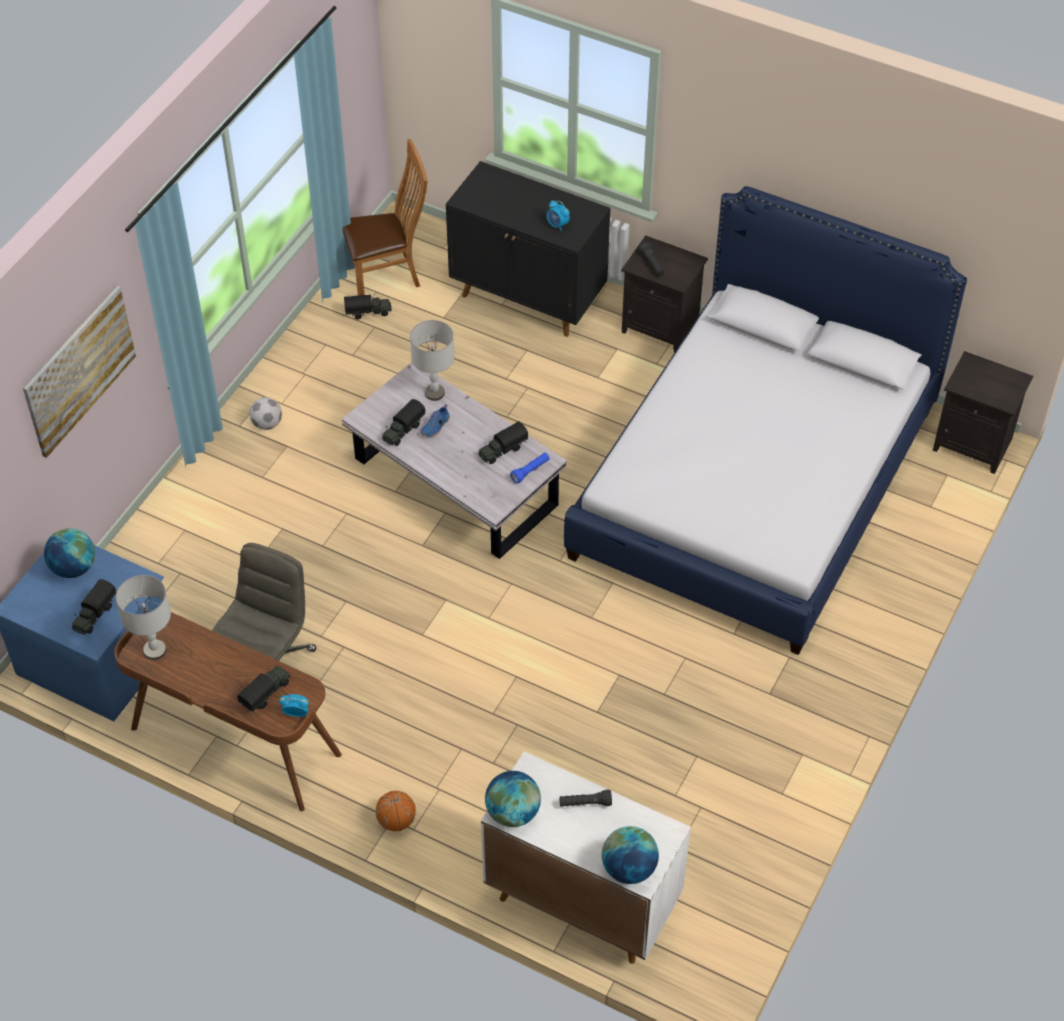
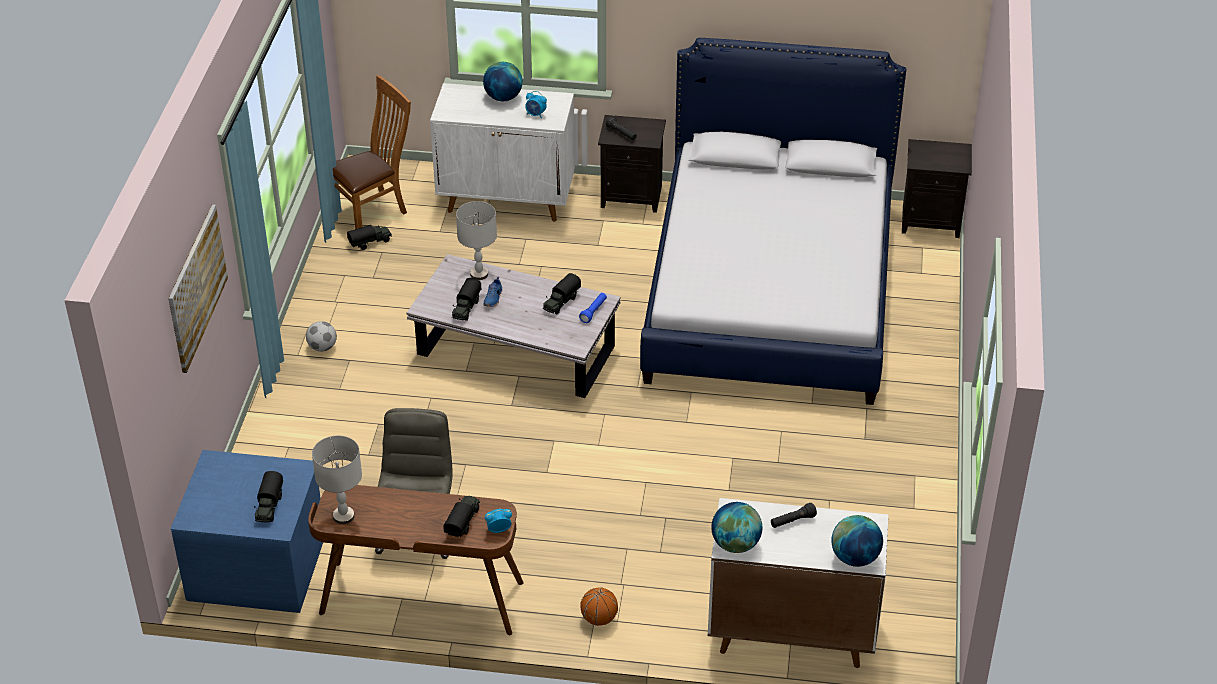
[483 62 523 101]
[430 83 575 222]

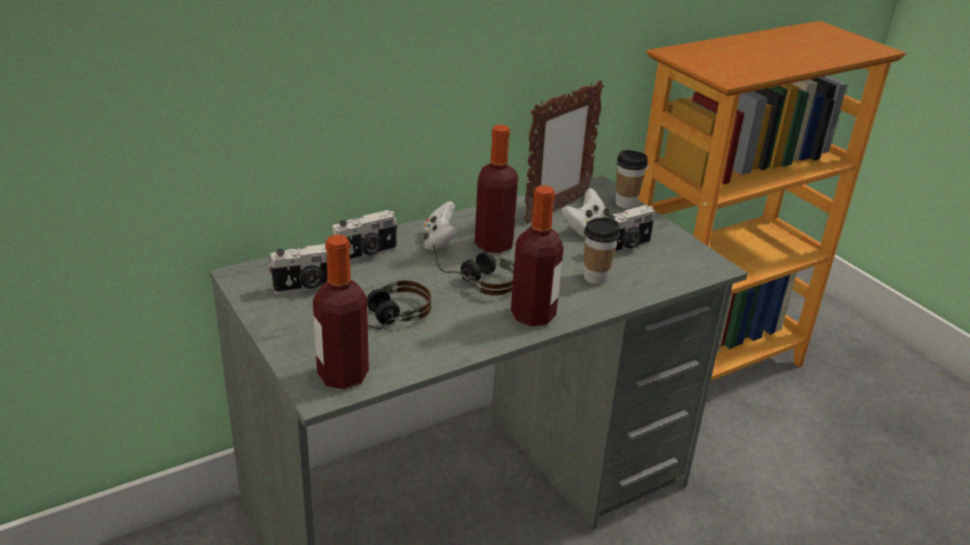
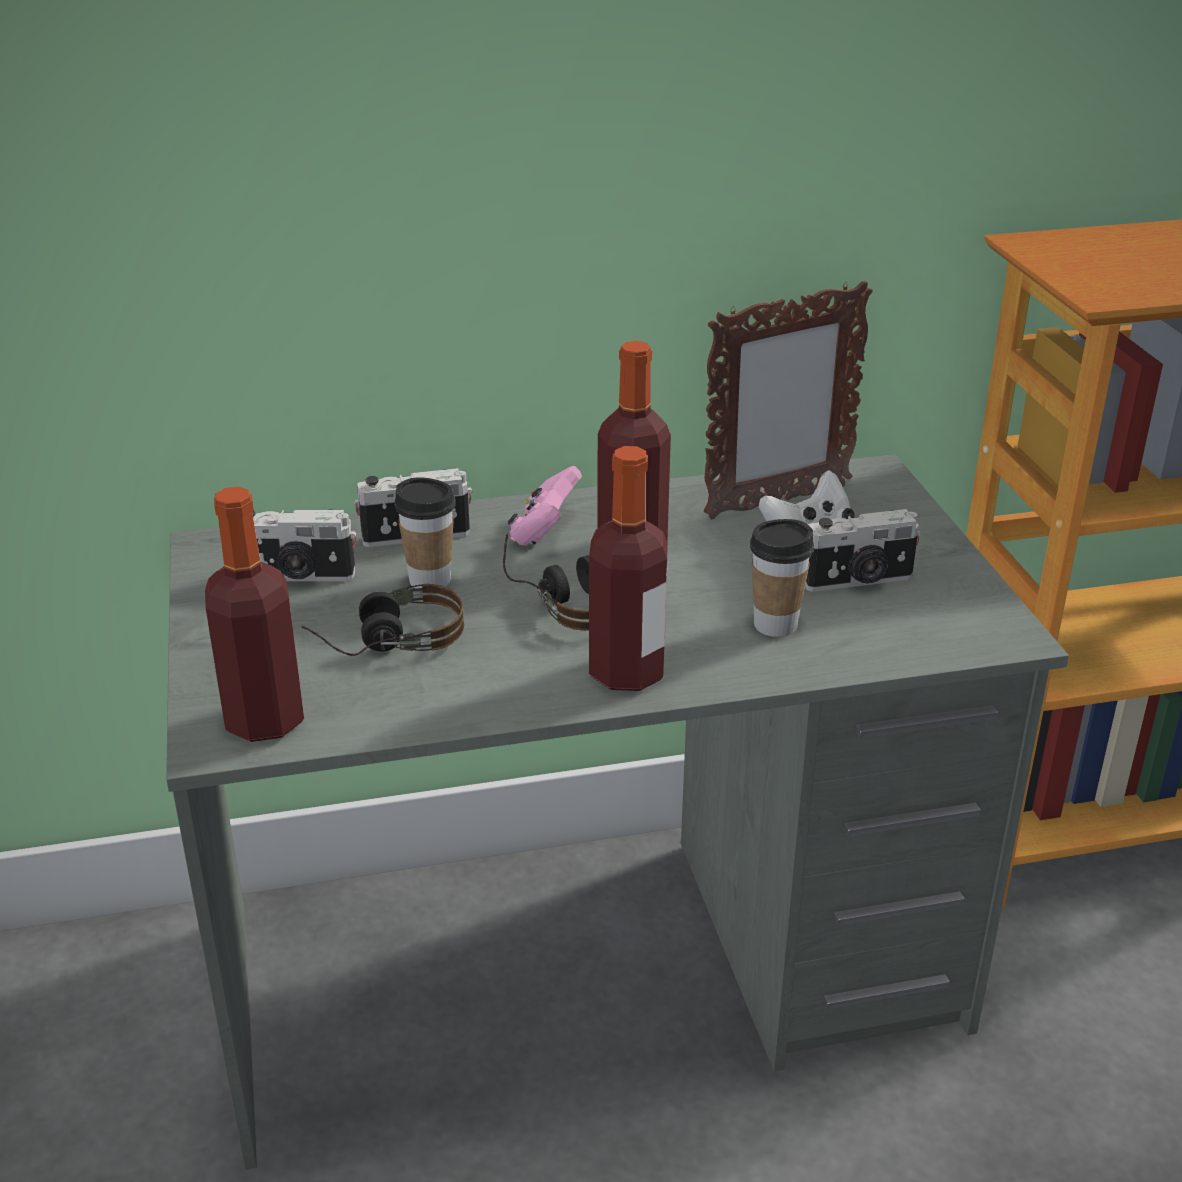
[508 466 582 545]
[395 478 455 589]

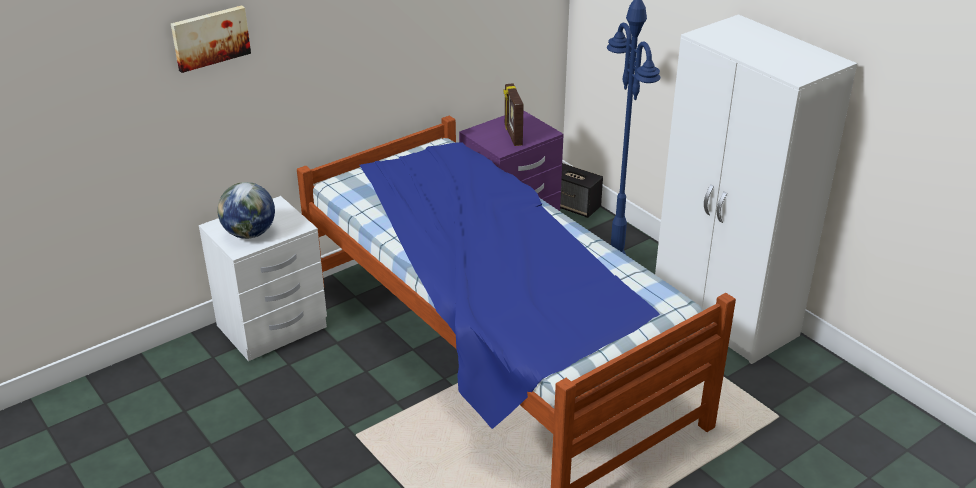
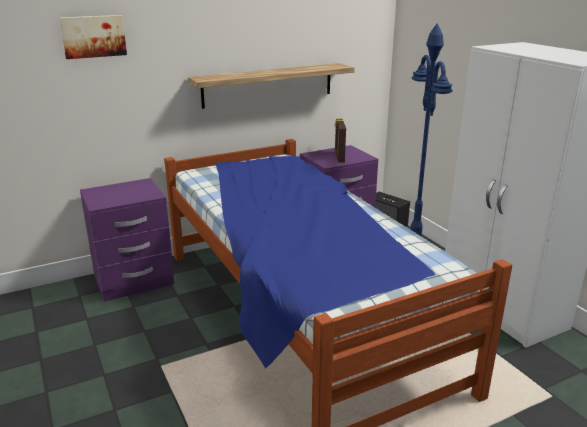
[80 178 174 301]
[218 182 275 239] (first image)
[188 63 355 109]

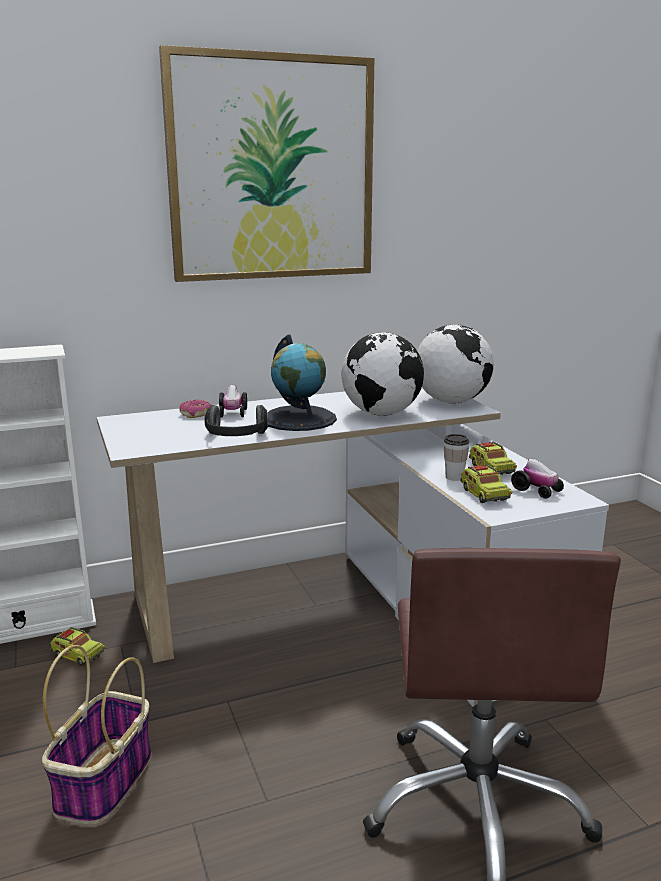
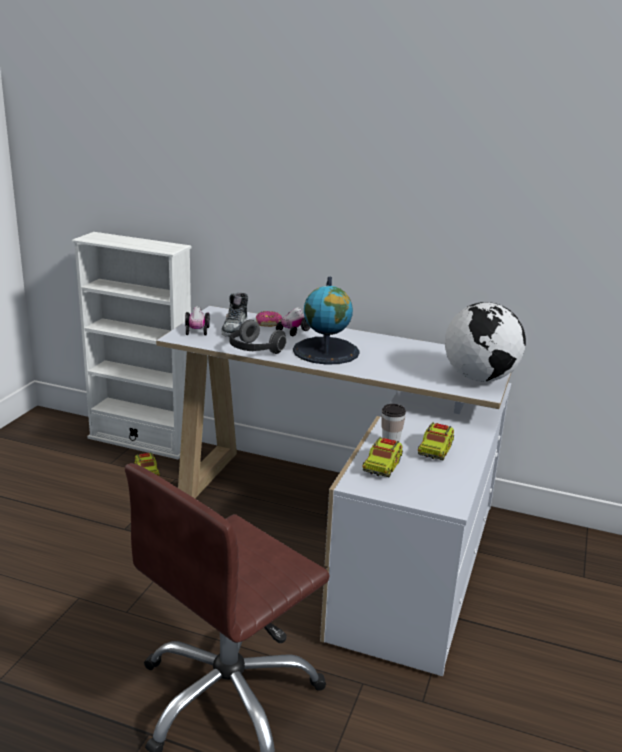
[42 645 152 824] (first image)
[159 45 374 282] (first image)
[341 332 424 416] (first image)
[185 306 210 336]
[221 293 248 337]

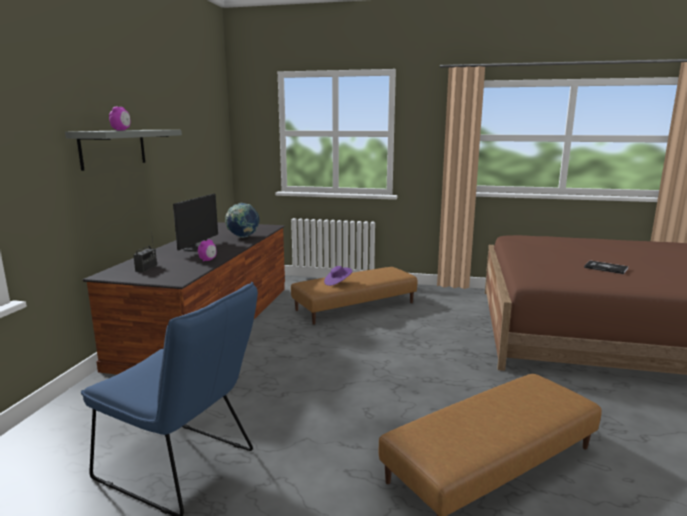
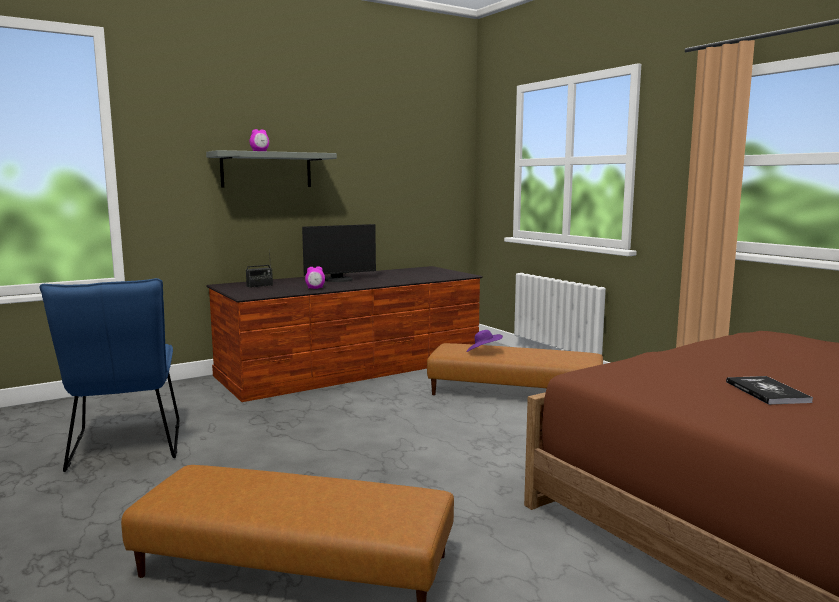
[225 203 259 238] (first image)

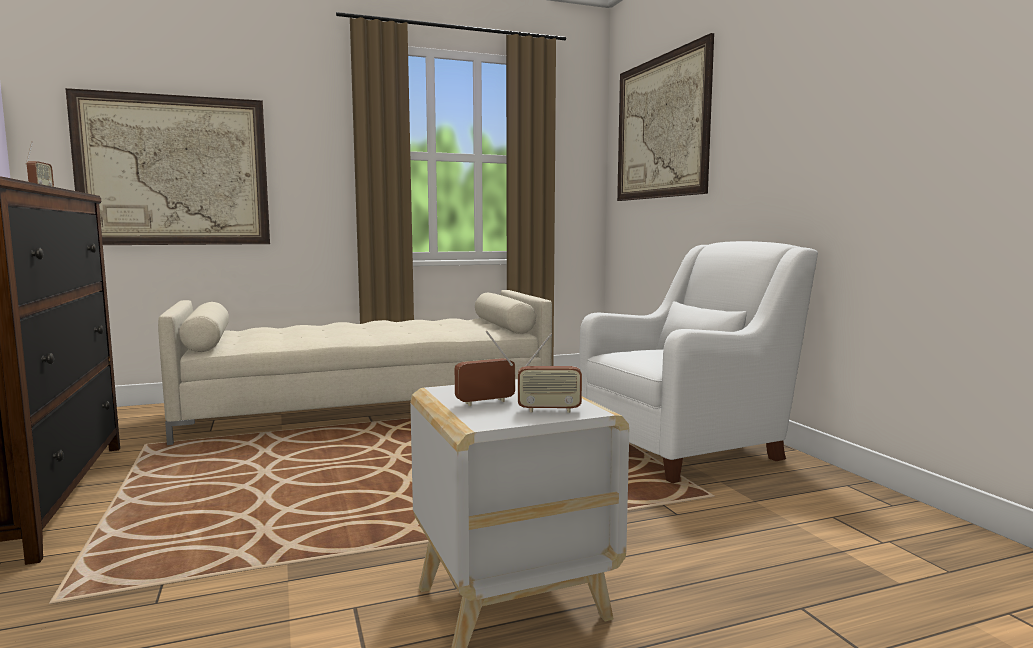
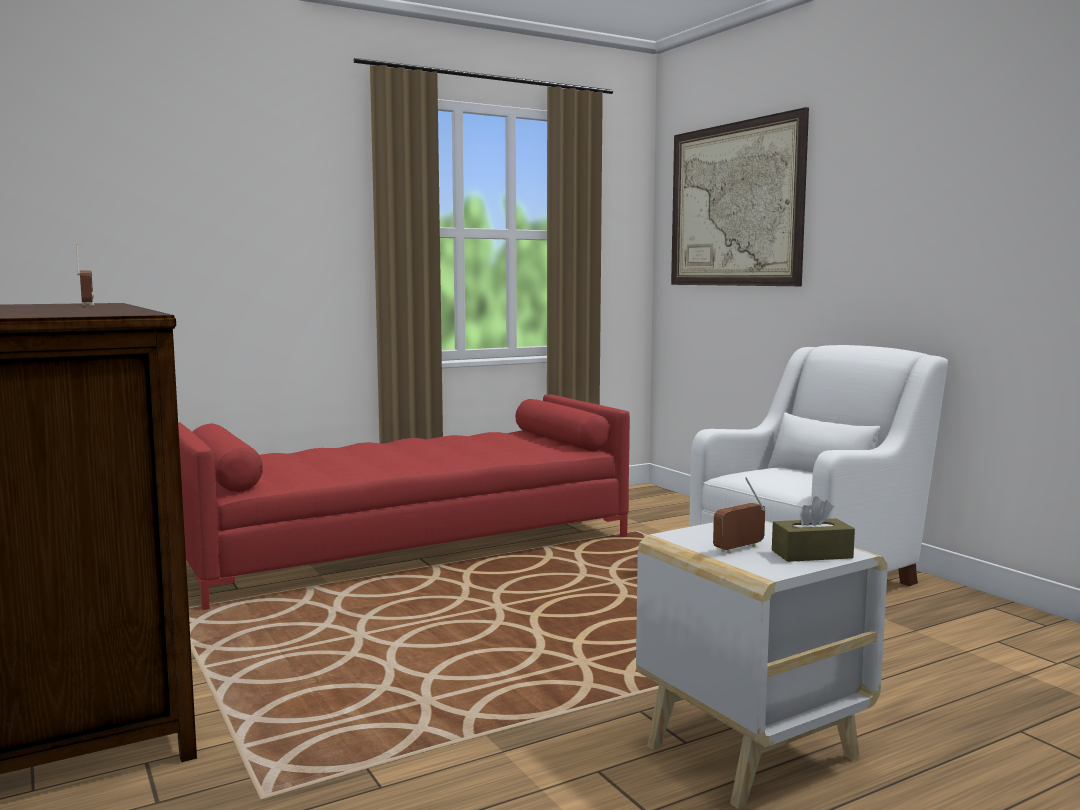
[65 88 270 245] (first image)
[178 394 630 610]
[772 496 855 562]

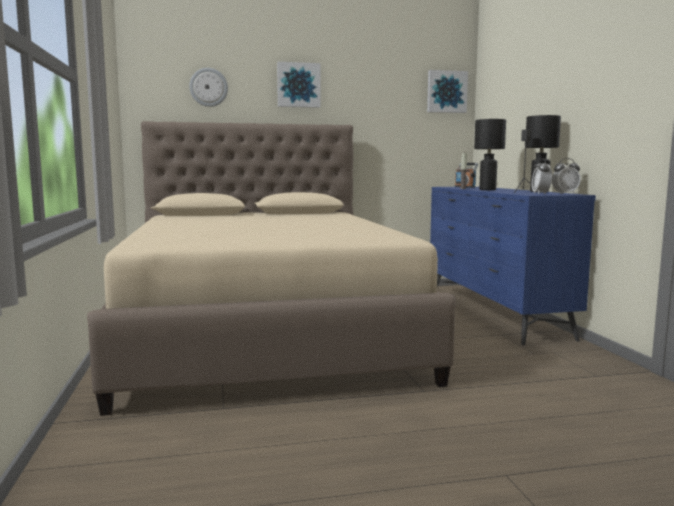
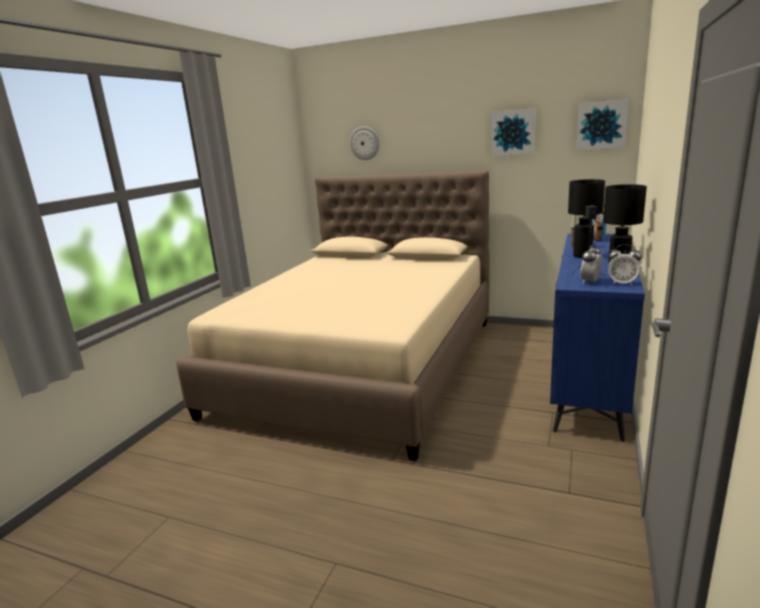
[491 109 536 156]

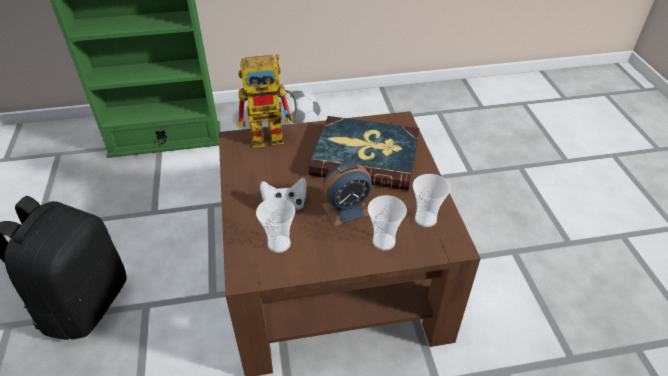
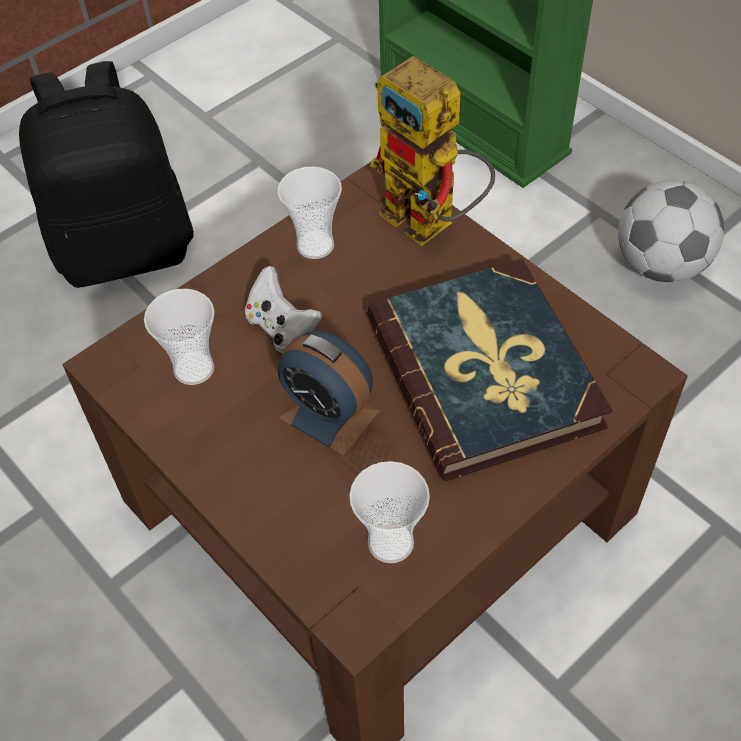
[278 166 342 259]

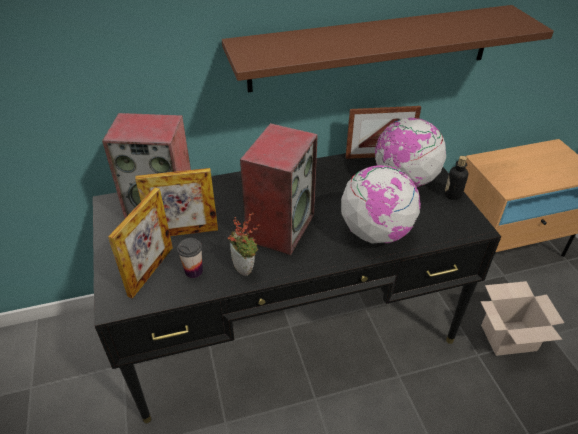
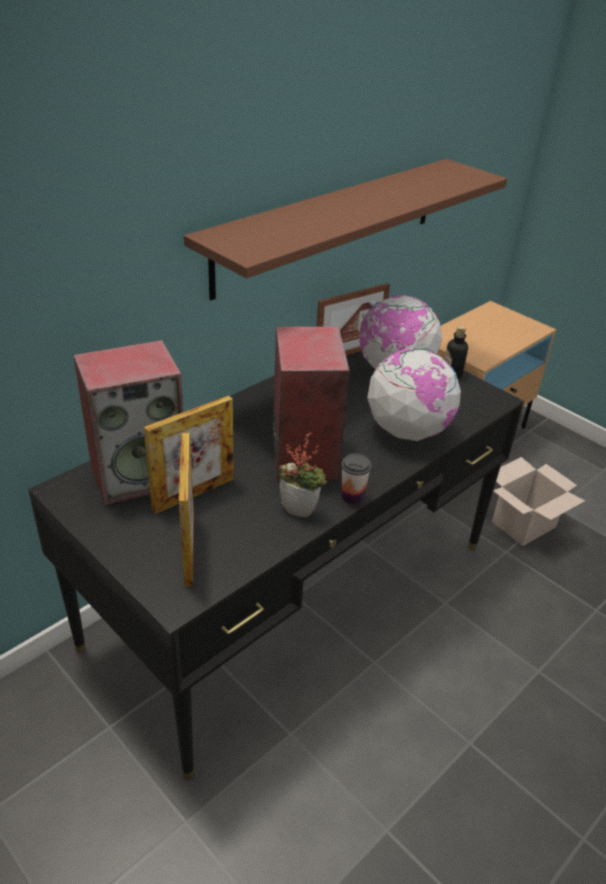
[341 454 371 505]

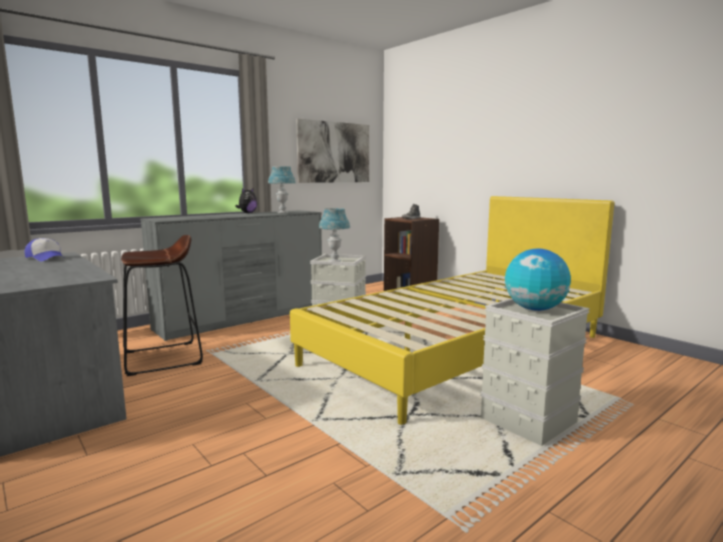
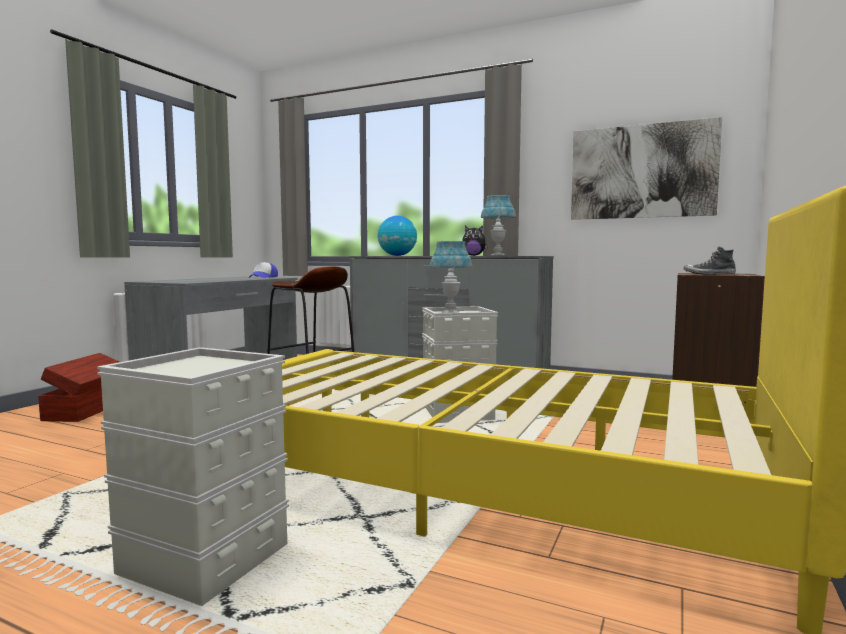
[378 216 417 256]
[38 353 119 422]

